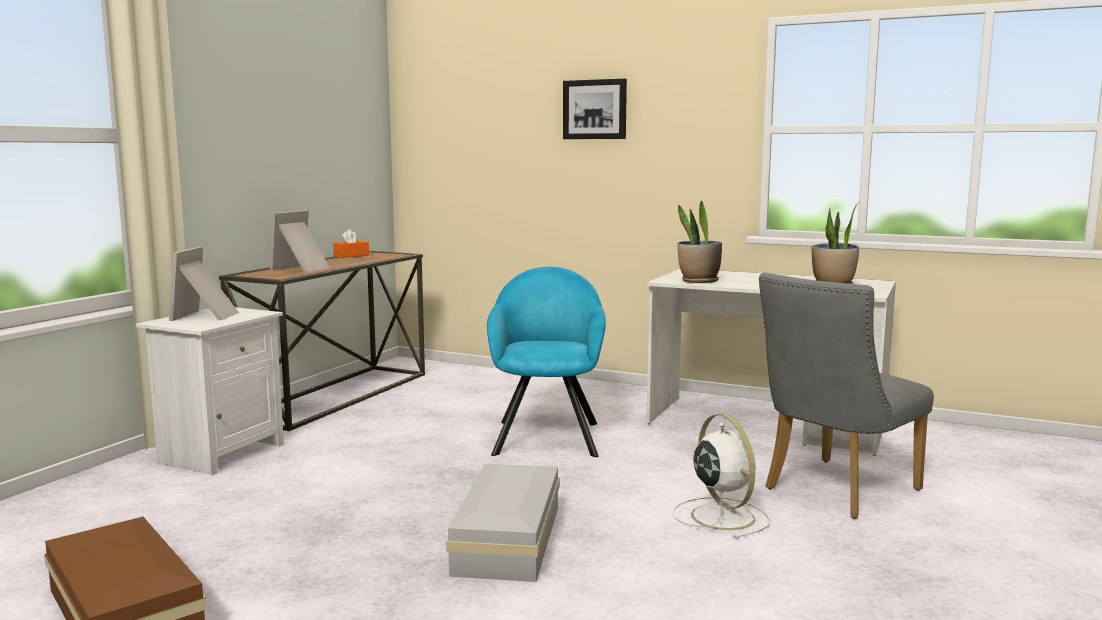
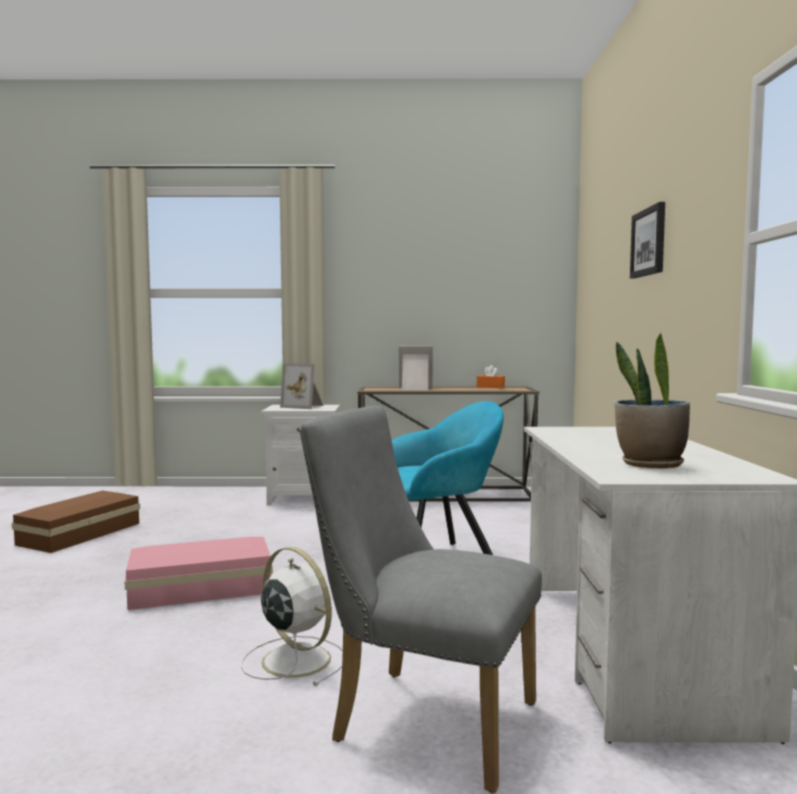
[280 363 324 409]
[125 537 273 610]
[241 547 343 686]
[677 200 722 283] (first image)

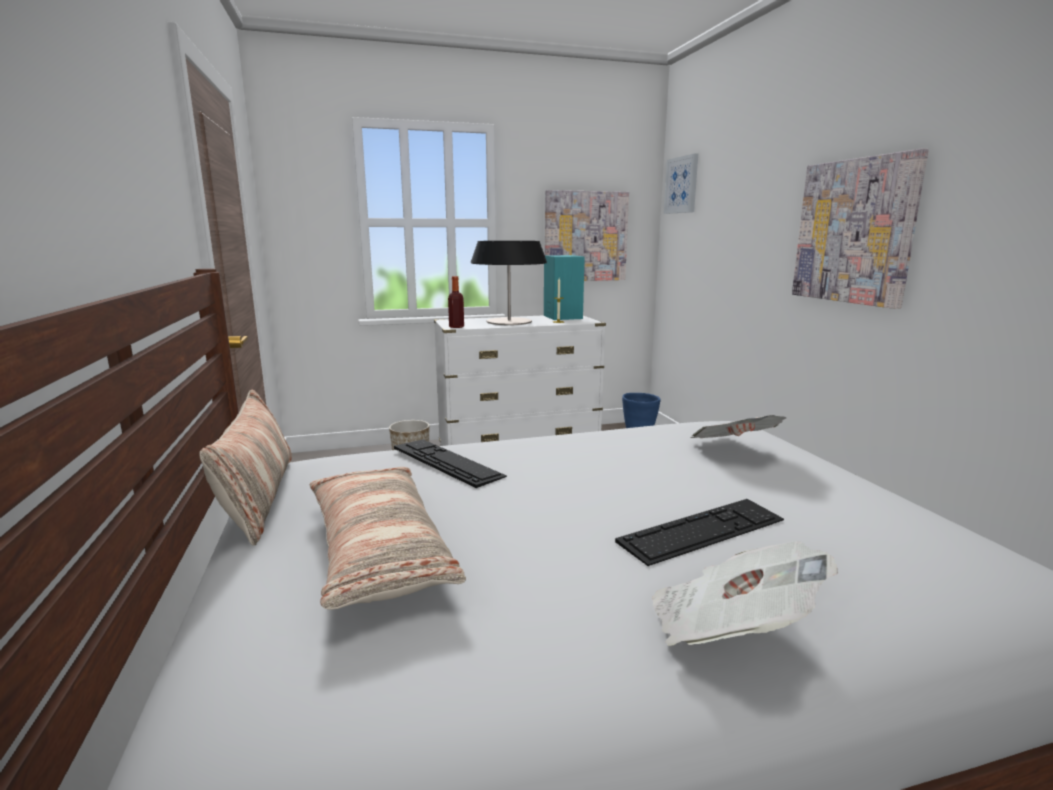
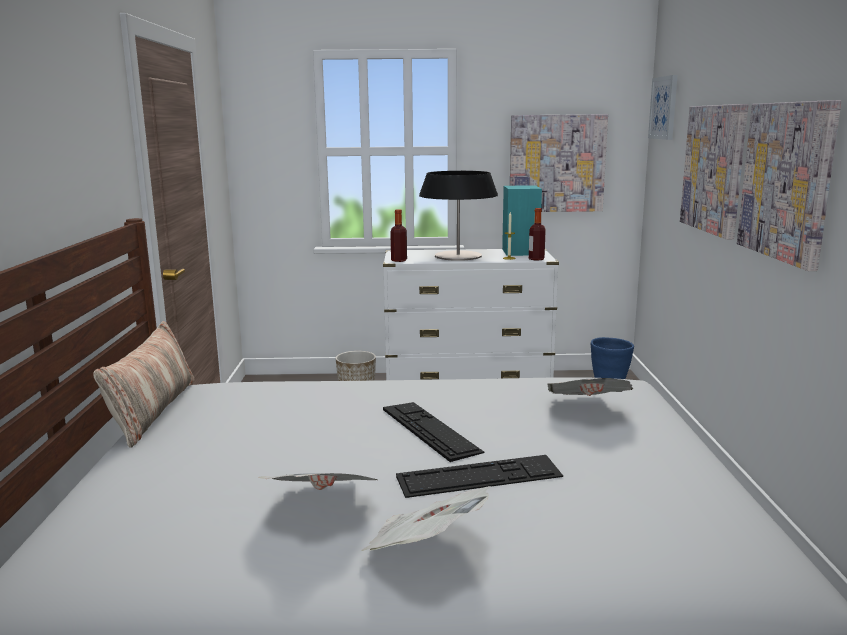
[310 467 466 610] (first image)
[383 402 484 462]
[259 473 378 490]
[529 208 546 261]
[680 104 748 240]

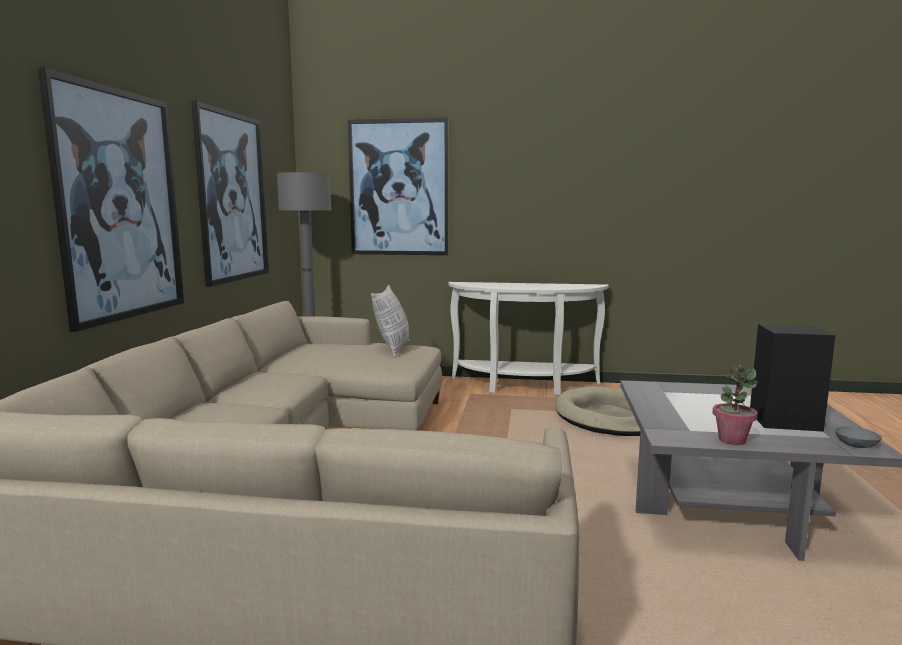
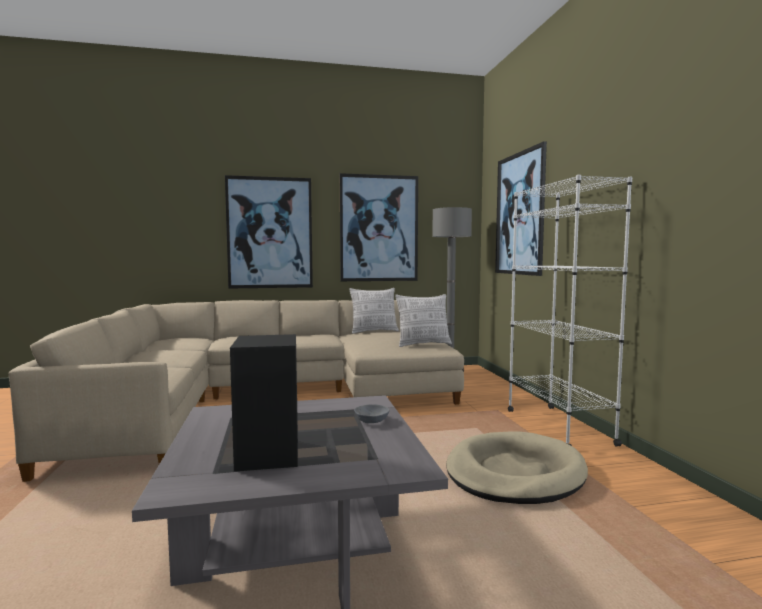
[508 175 632 446]
[713 365 758 445] (first image)
[354 404 389 423]
[350 288 399 334]

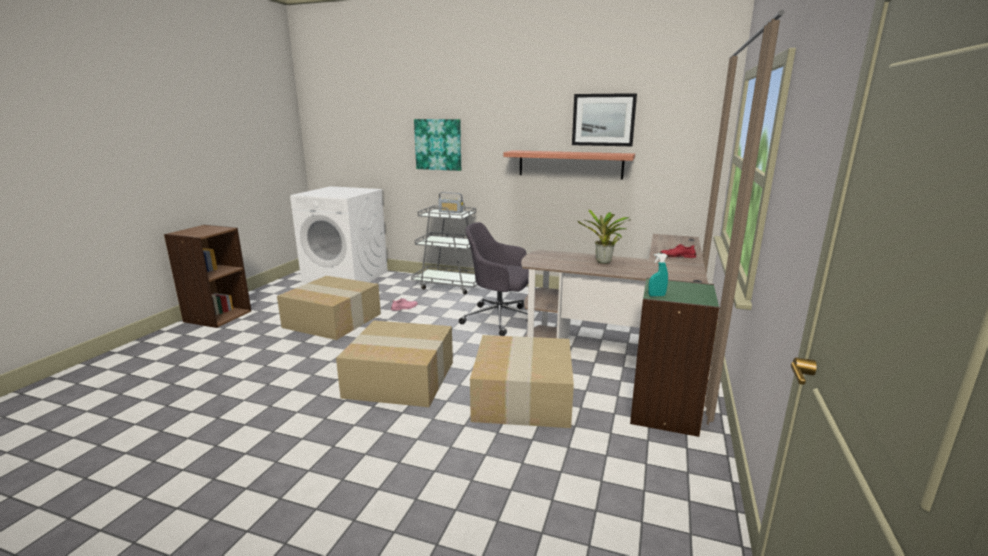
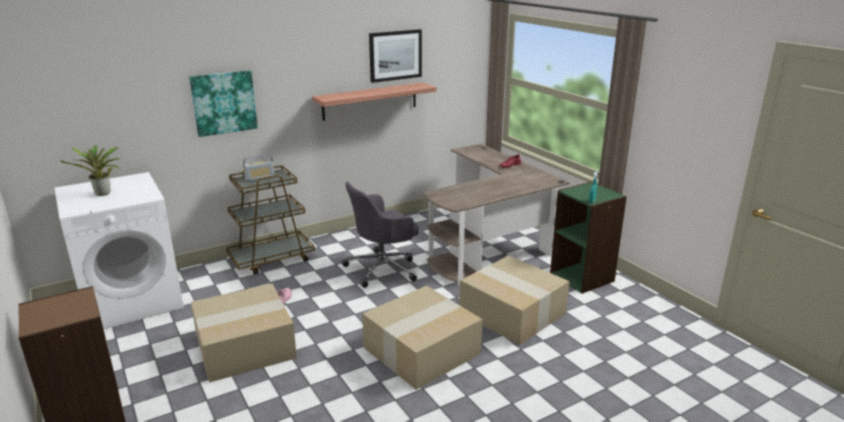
[226 165 315 274]
[60 145 120 196]

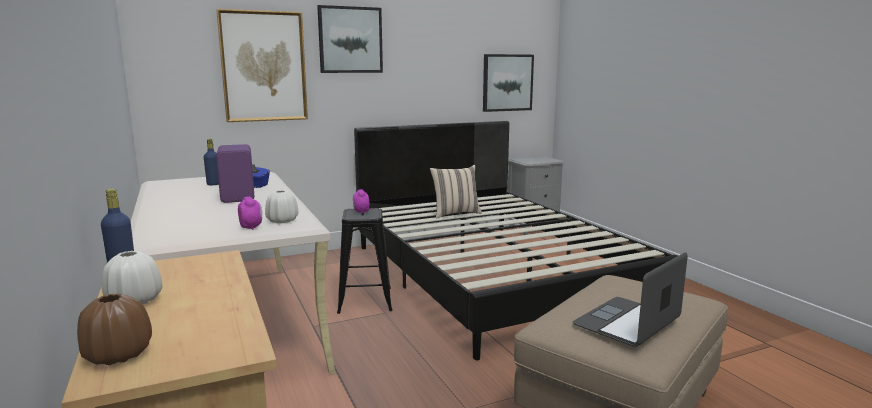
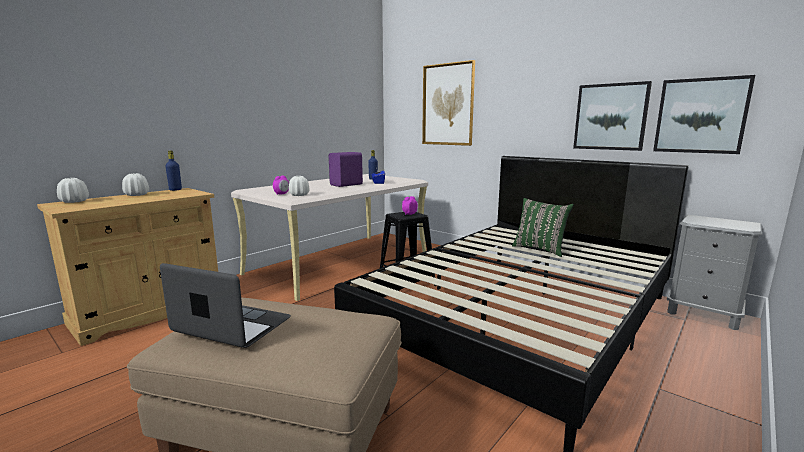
[57 178 89 203]
[573 81 652 151]
[512 198 574 257]

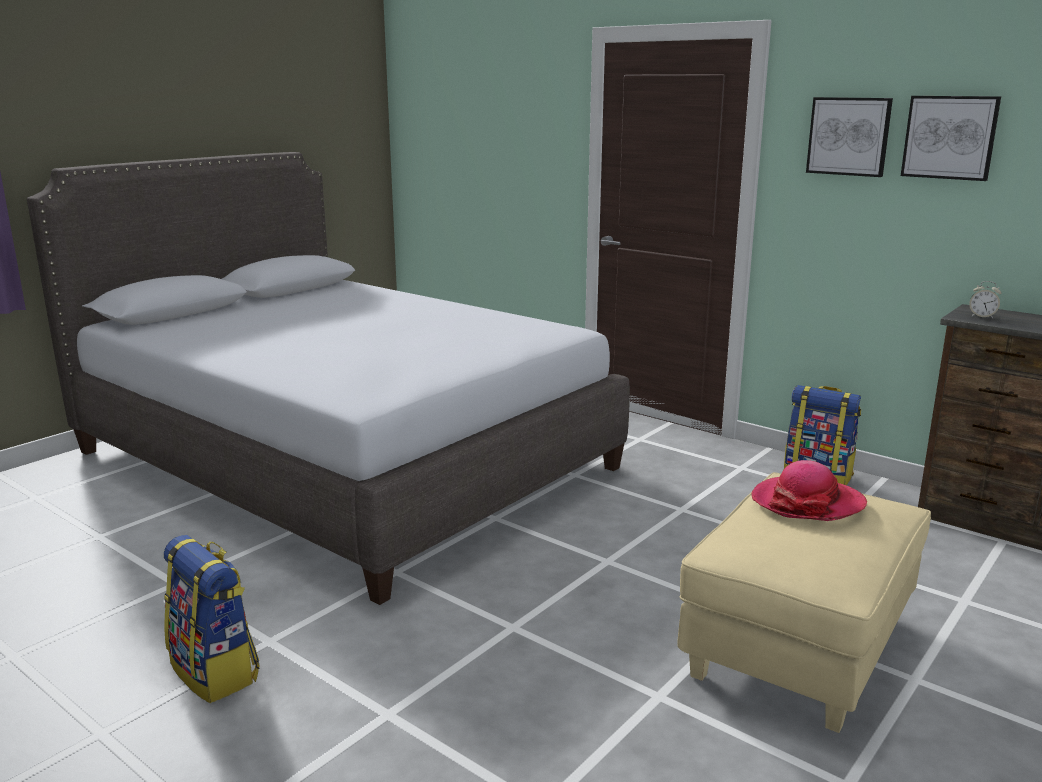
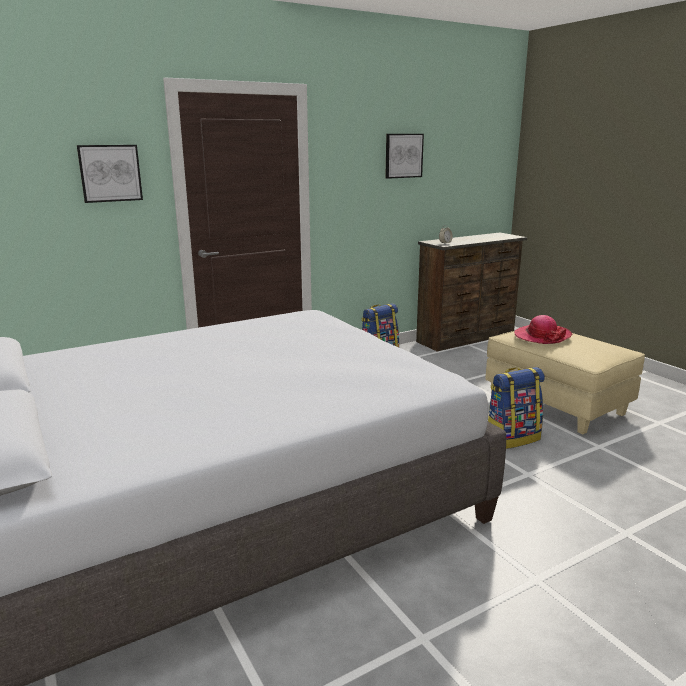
[488 367 545 449]
[77 145 143 203]

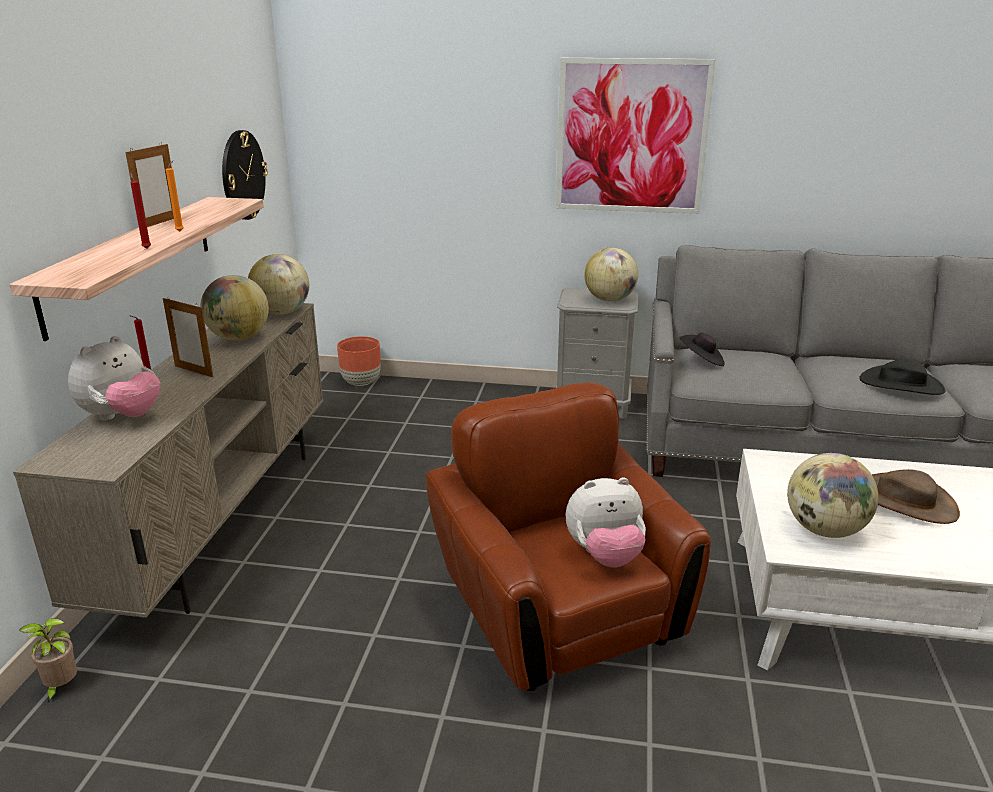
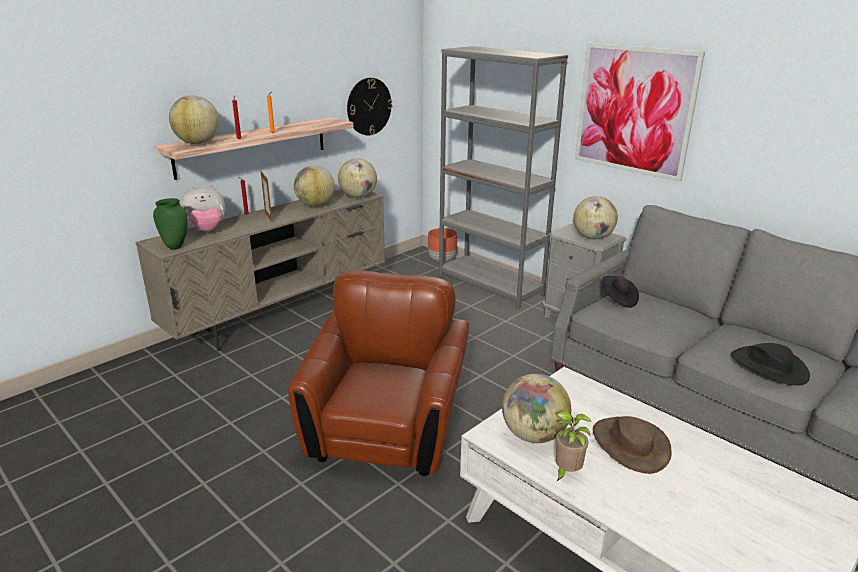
[556 412 591 482]
[125 142 174 227] (first image)
[566 477 646 567] (first image)
[153 198 188 250]
[169 95 219 144]
[439 46 568 309]

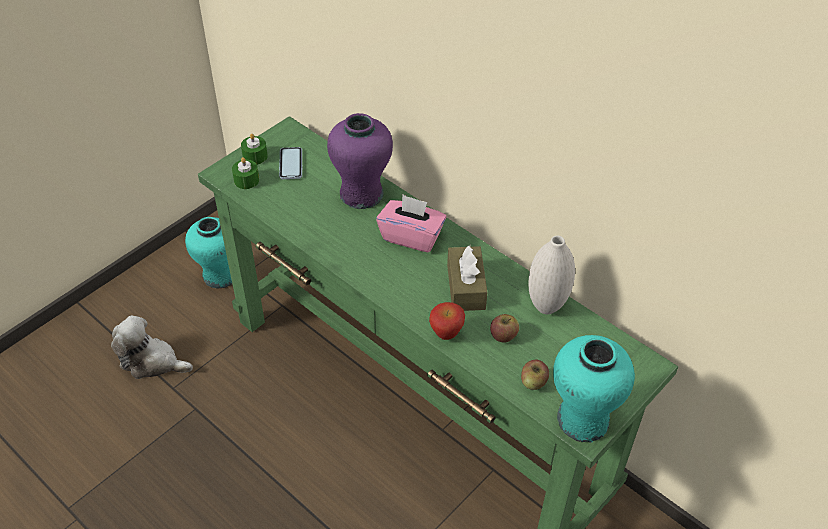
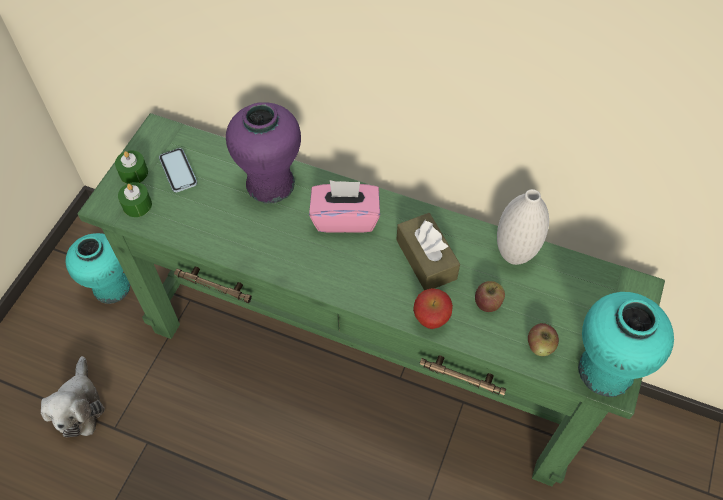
[41 356 105 438]

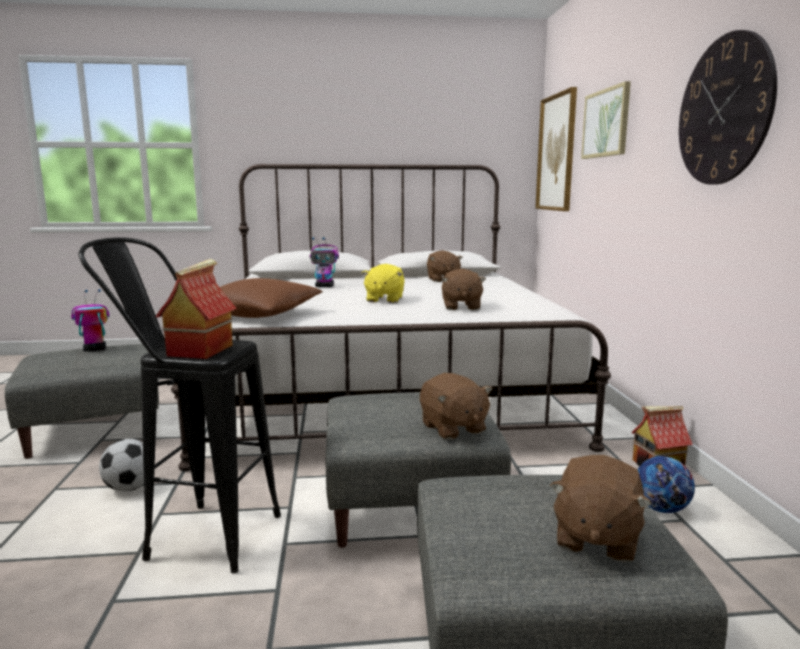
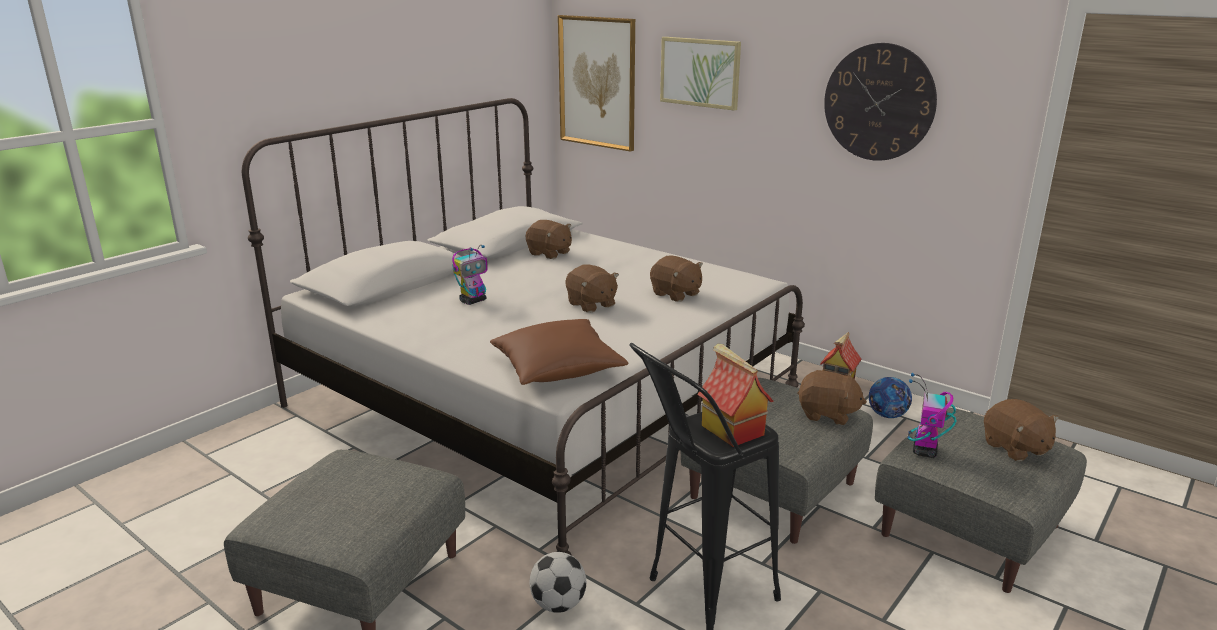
[907 373 957 458]
[565 264 619 313]

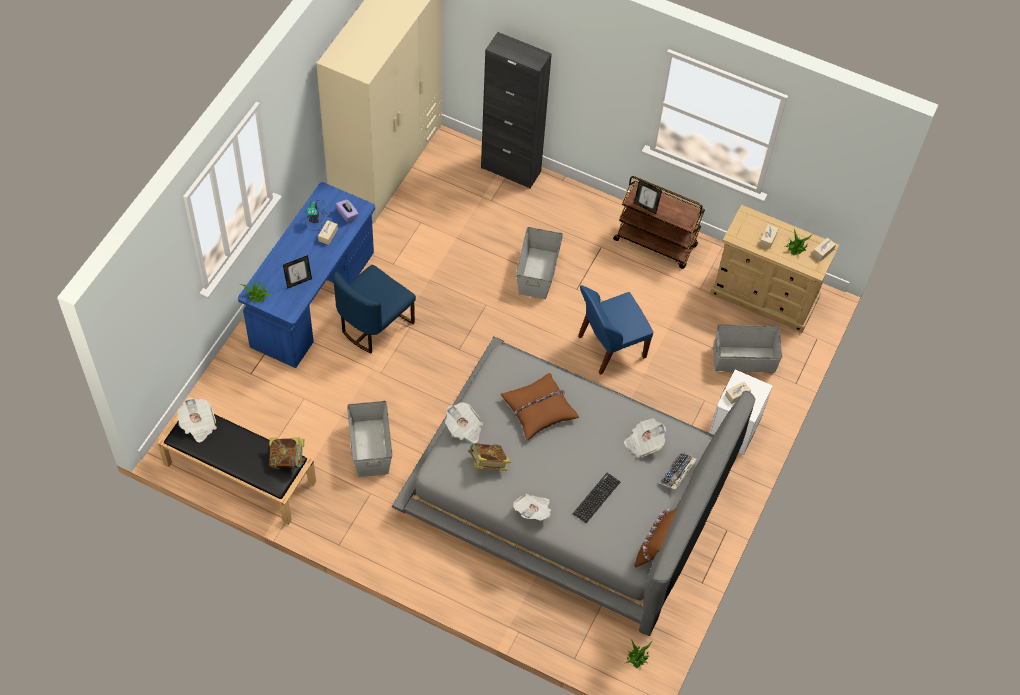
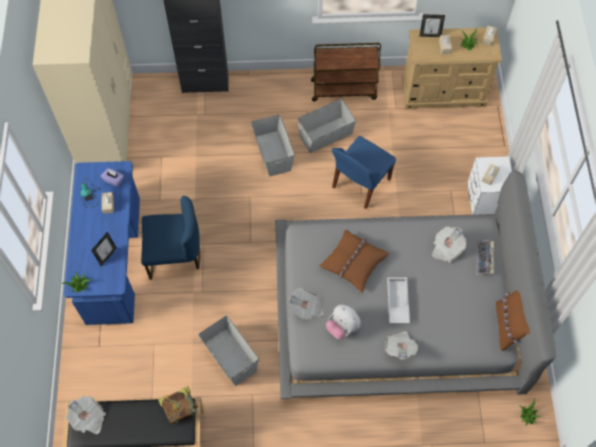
[141 196 201 280]
[326 304 361 340]
[573 473 620 523] (first image)
[419 14 445 37]
[298 99 356 153]
[387 277 410 323]

